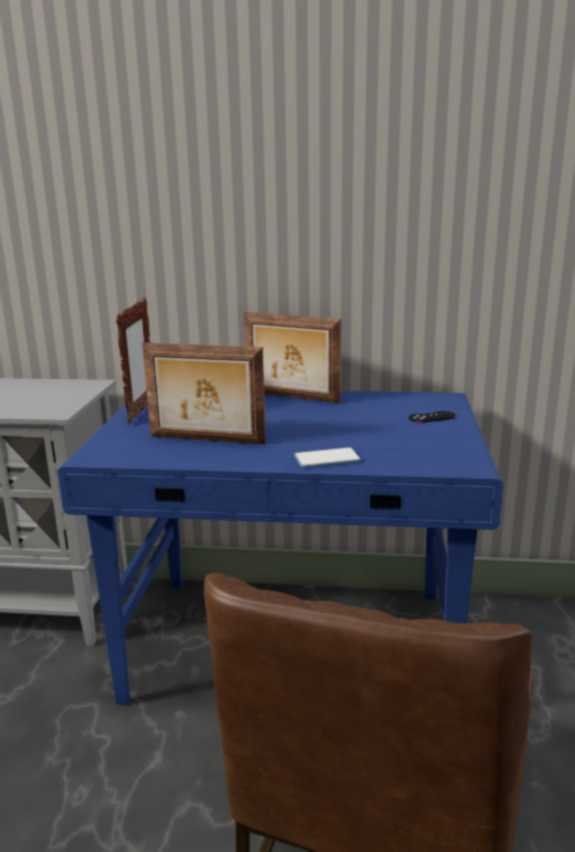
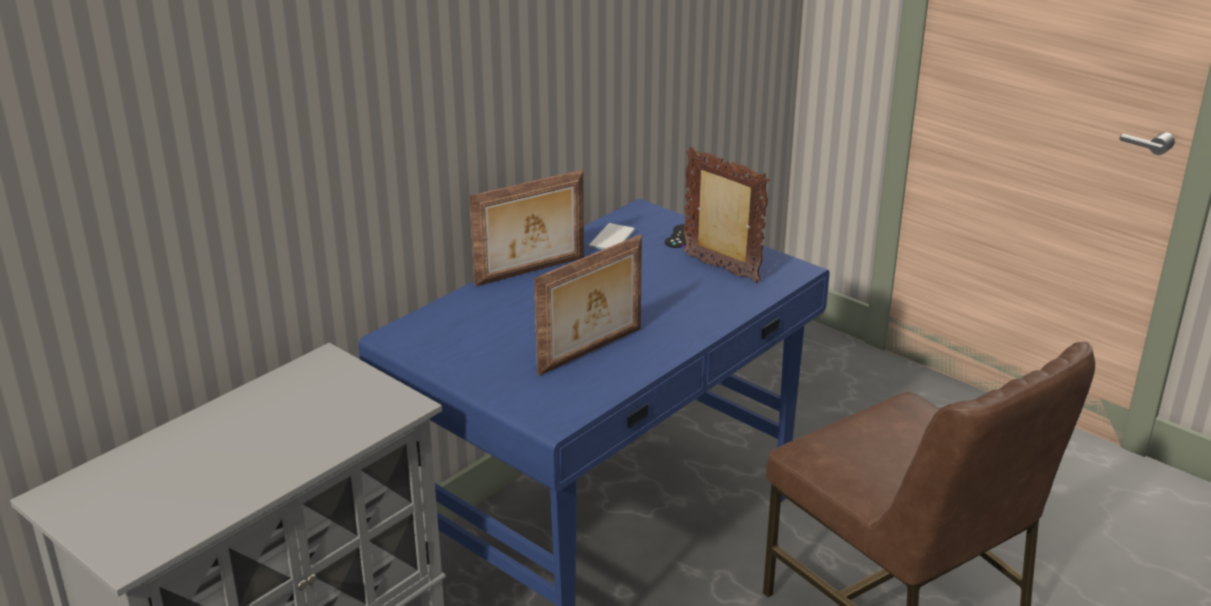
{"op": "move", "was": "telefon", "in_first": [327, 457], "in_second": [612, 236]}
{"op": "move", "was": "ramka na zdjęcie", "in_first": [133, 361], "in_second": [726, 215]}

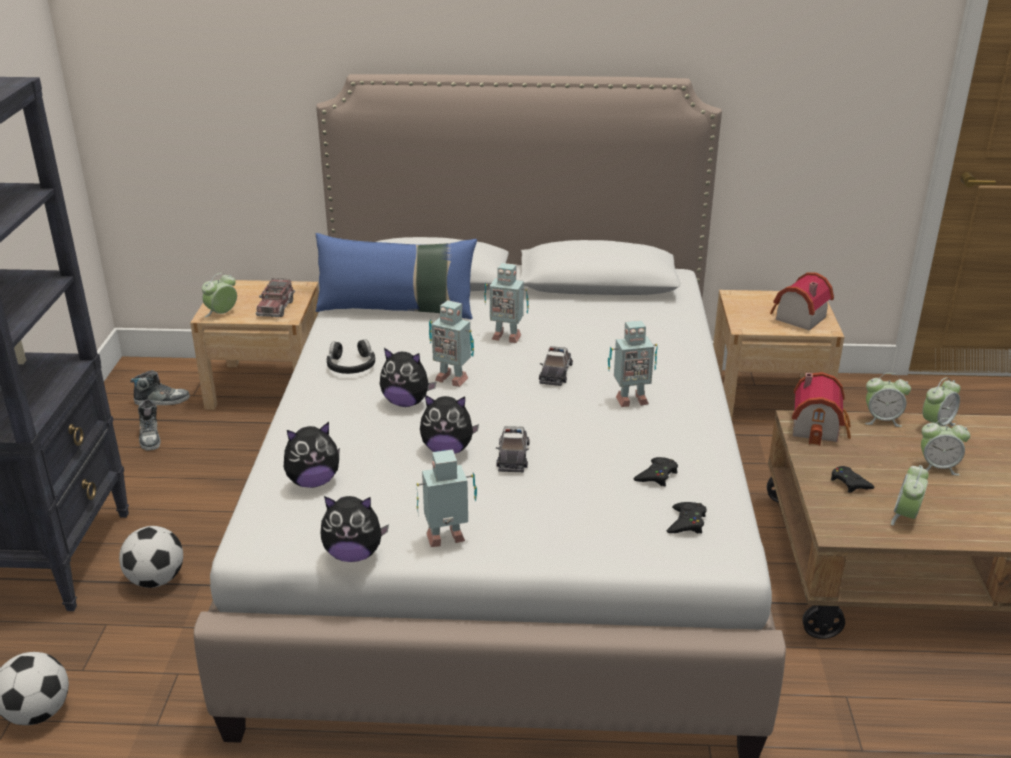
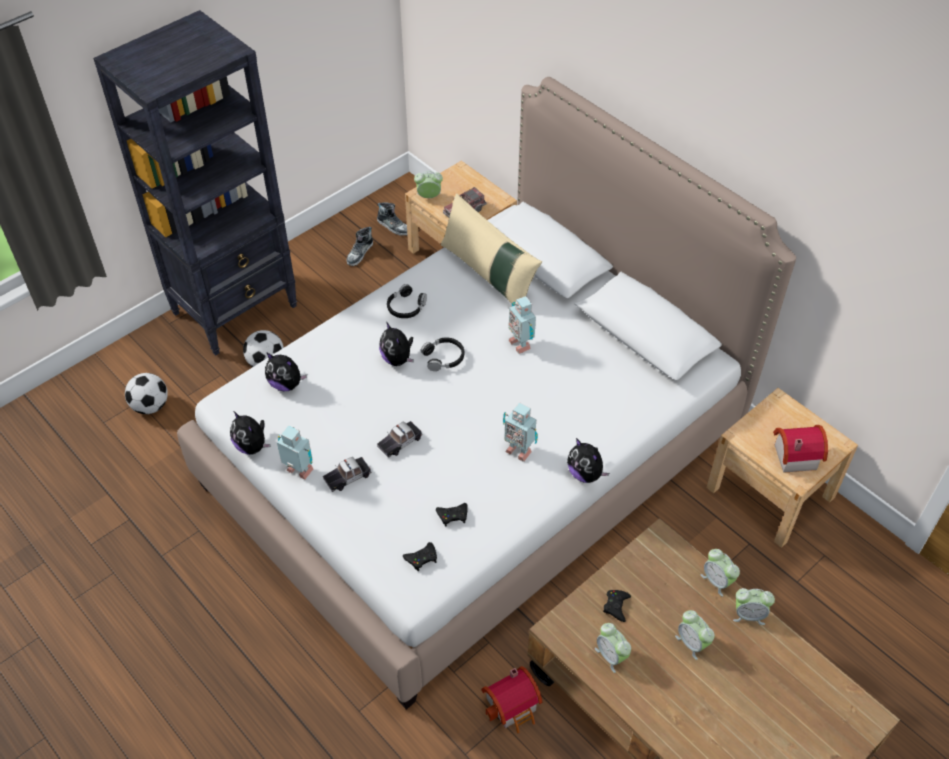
{"op": "move", "was": "samochodzik", "in_first": [556, 366], "in_second": [347, 474]}
{"op": "replace", "was": "robot zabawkowy", "now": "słuchawki [czarny]", "in_first": [451, 343], "in_second": [442, 354]}
{"op": "recolor", "was": "poduszka [niebieski]", "now": "poduszka [beżowy]", "in_first": [396, 276], "in_second": [491, 249]}
{"op": "move", "was": "domek", "in_first": [821, 409], "in_second": [511, 699]}
{"op": "move", "was": "pluszak", "in_first": [449, 424], "in_second": [588, 460]}
{"op": "rotate", "was": "budzik", "in_first": [910, 495], "in_second": [613, 648], "clockwise": -105}

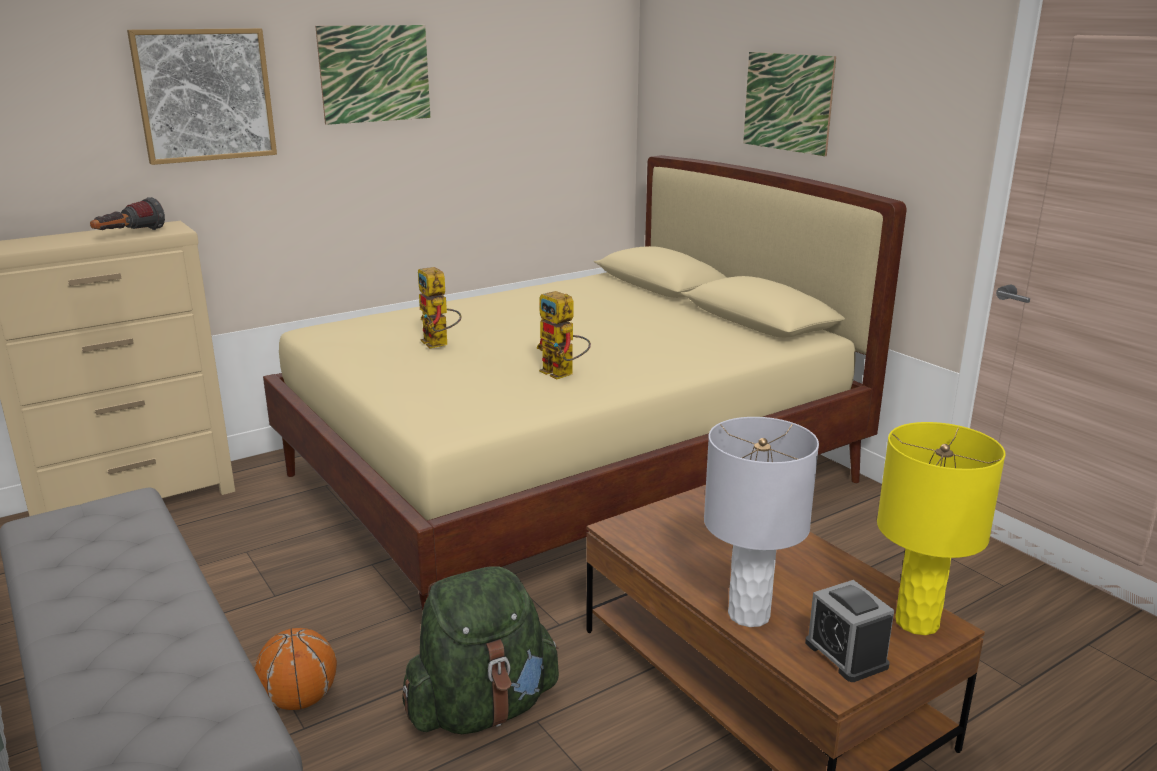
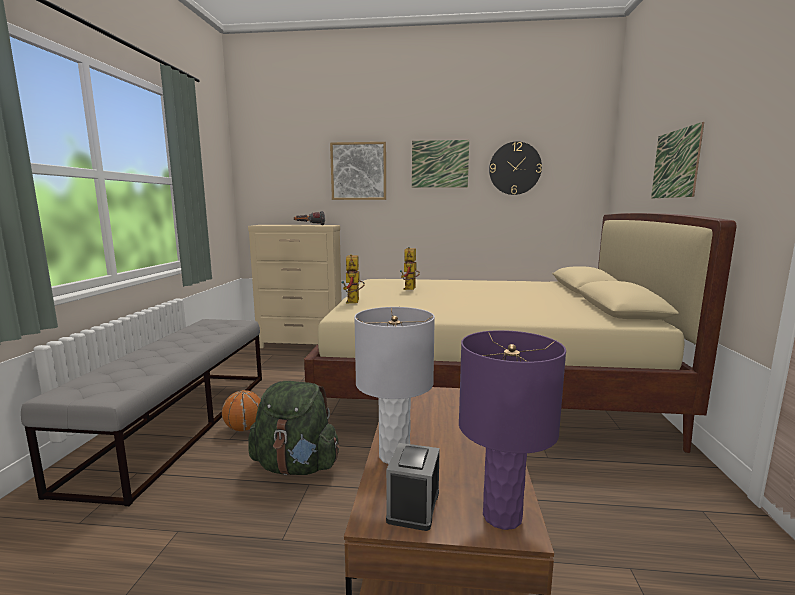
{"op": "move", "was": "robot zabawkowy", "in_first": [564, 335], "in_second": [353, 279]}
{"op": "recolor", "was": "lampa stołowa [żółty]", "now": "lampa stołowa [fioletowy]", "in_first": [941, 528], "in_second": [512, 430]}
{"op": "insert", "now": "zegar ścienny", "in_second": [515, 168]}

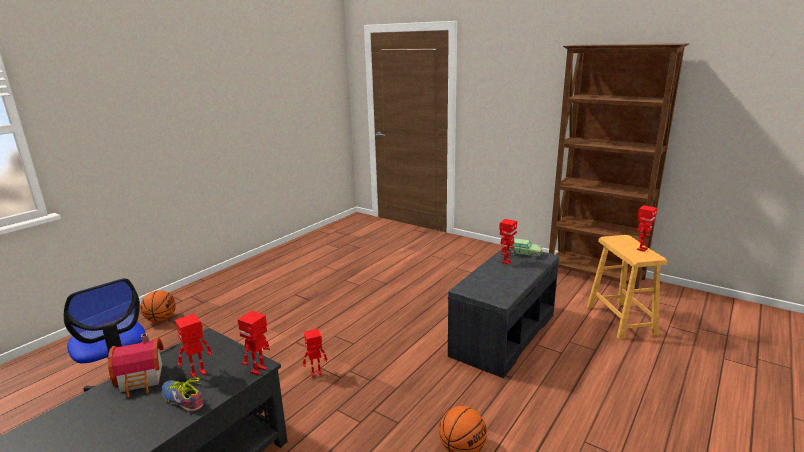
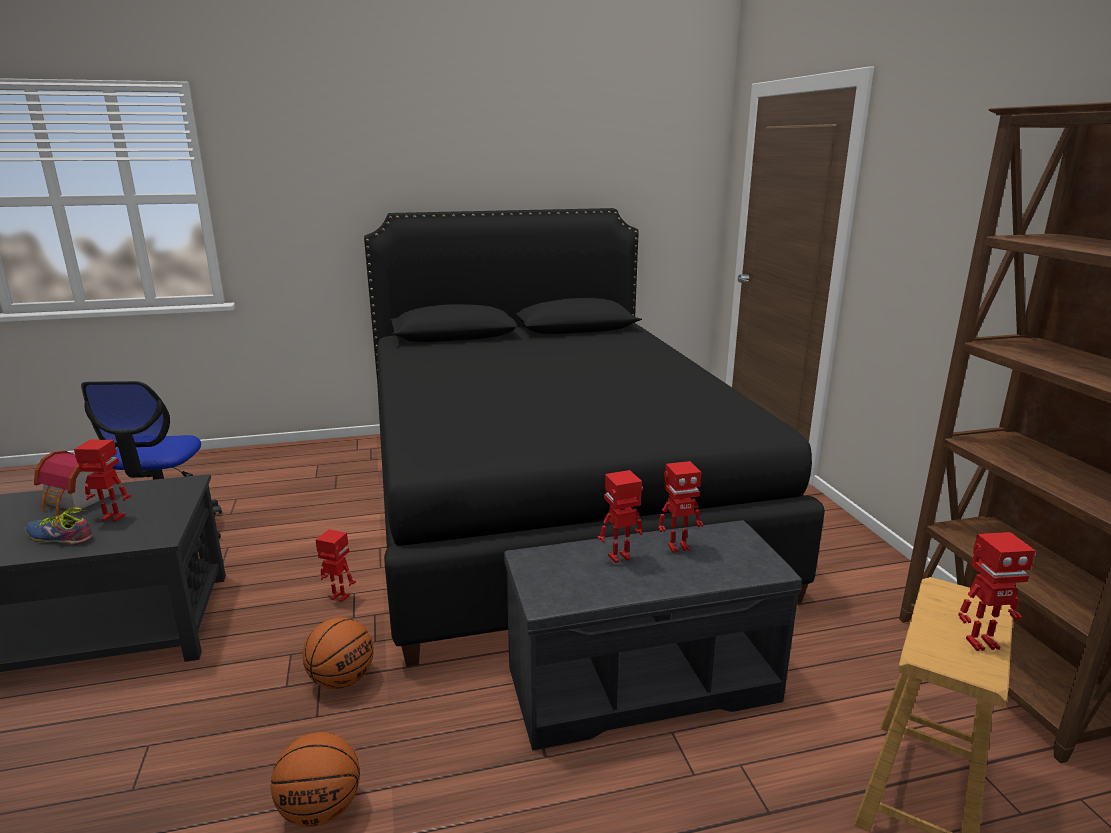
{"op": "rotate", "was": "but", "in_first": [182, 394], "in_second": [58, 526], "clockwise": -60}
{"op": "move", "was": "piłka do koszykówki", "in_first": [158, 306], "in_second": [338, 653]}
{"op": "insert", "now": "łóżko [czarny]", "in_second": [594, 437]}
{"op": "move", "was": "robot zabawkowy", "in_first": [253, 343], "in_second": [620, 516]}
{"op": "delete", "was": "samochodzik", "in_first": [523, 248]}

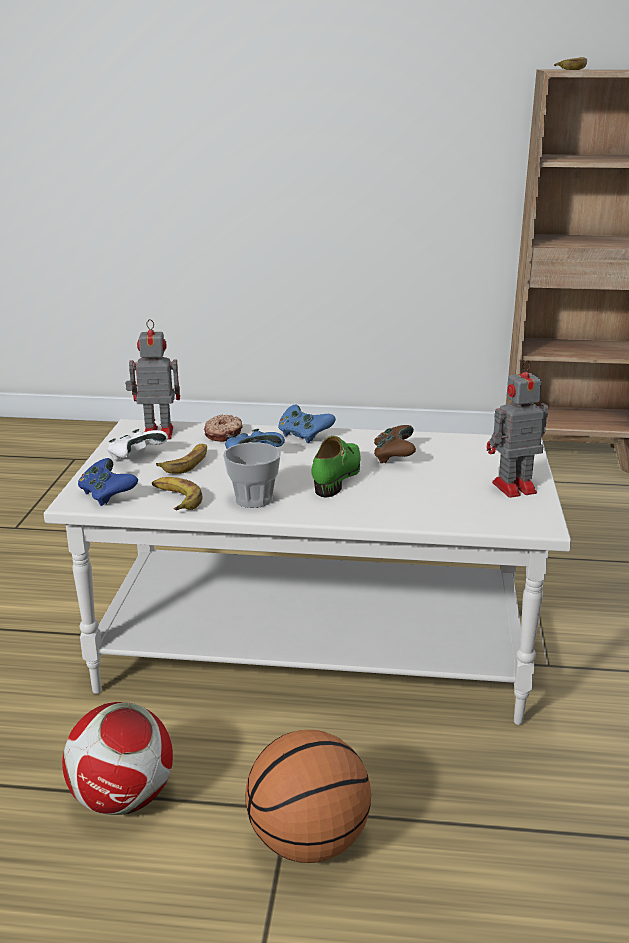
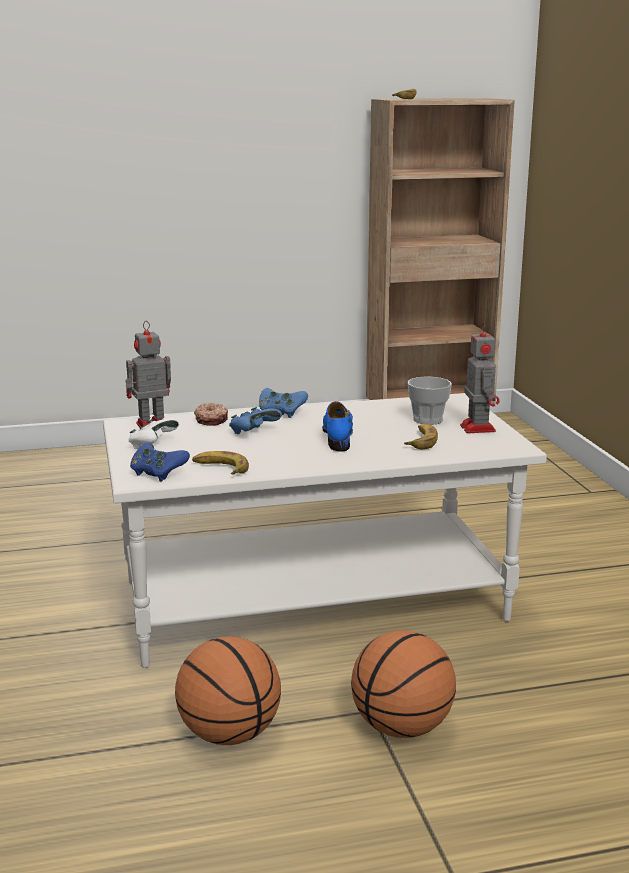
{"op": "replace", "was": "piłka futbolowa", "now": "piłka do koszykówki", "in_first": [117, 758], "in_second": [228, 690]}
{"op": "recolor", "was": "but [zielony]", "now": "but [niebieski]", "in_first": [336, 466], "in_second": [337, 426]}
{"op": "move", "was": "banan", "in_first": [181, 459], "in_second": [421, 436]}
{"op": "move", "was": "filiżanka", "in_first": [252, 475], "in_second": [430, 401]}
{"op": "rotate", "was": "robot zabawkowy", "in_first": [517, 429], "in_second": [480, 378], "clockwise": 120}
{"op": "delete", "was": "pad do gier [brązowy]", "in_first": [395, 444]}

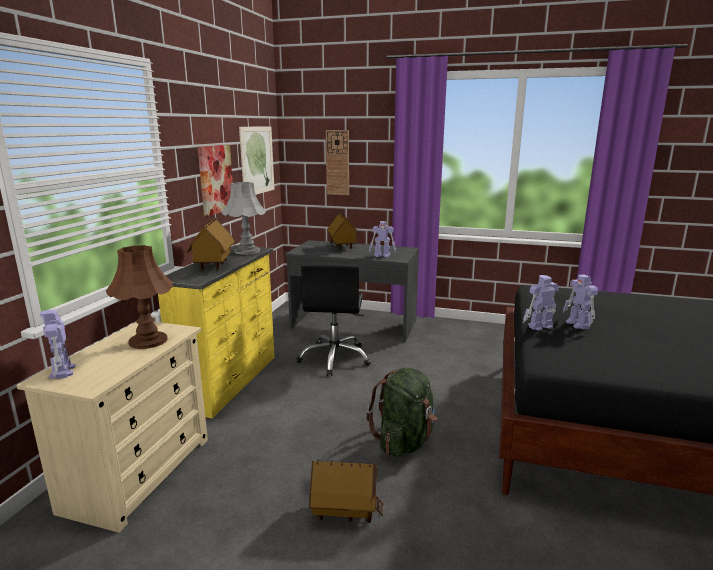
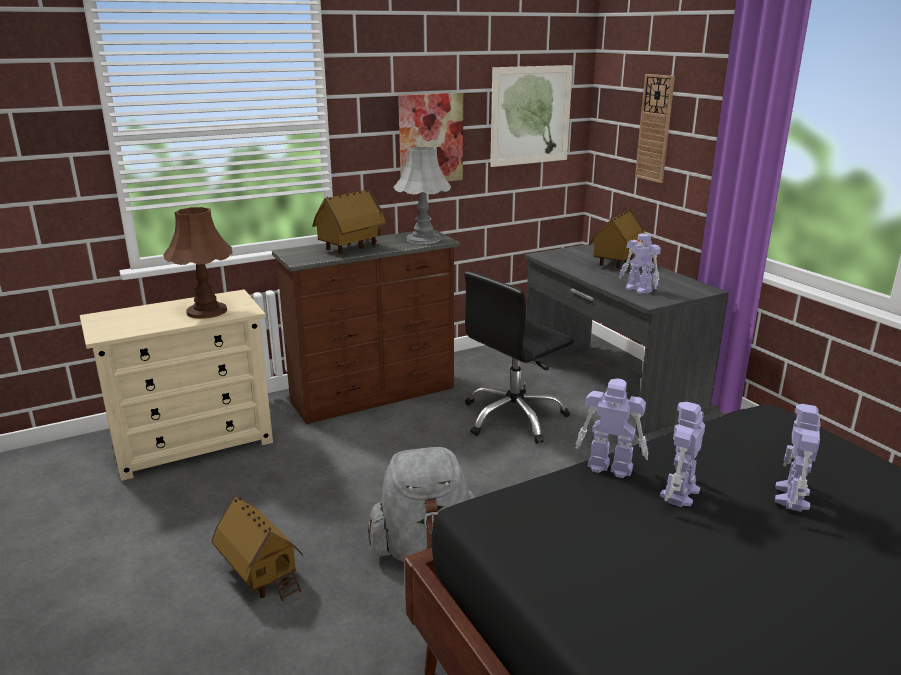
{"op": "recolor", "was": "komoda [żółty]", "now": "komoda [brązowy]", "in_first": [216, 332], "in_second": [366, 326]}
{"op": "recolor", "was": "plecak [zielony]", "now": "plecak [szary]", "in_first": [401, 412], "in_second": [421, 504]}
{"op": "move", "was": "robot zabawkowy", "in_first": [58, 344], "in_second": [797, 458]}

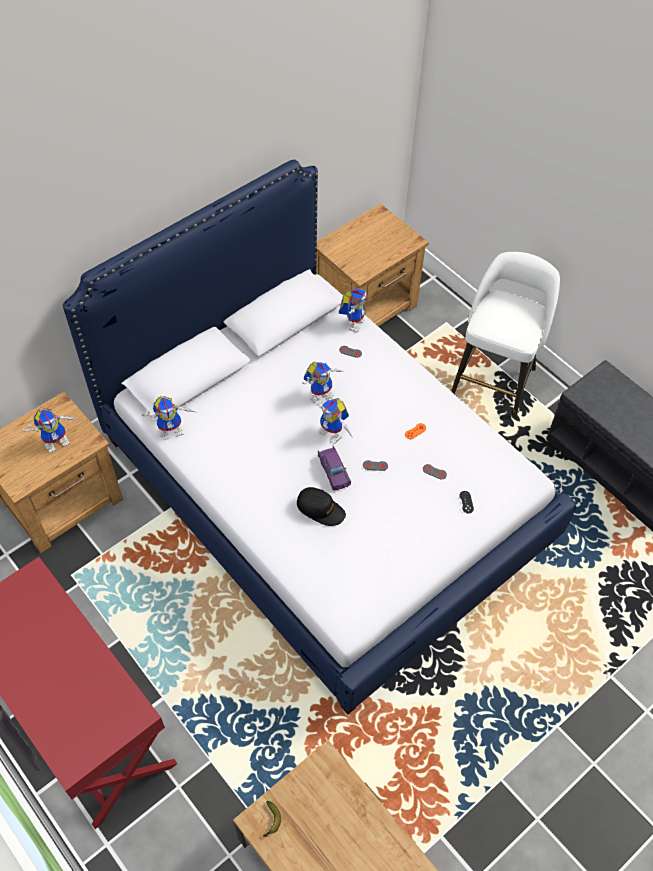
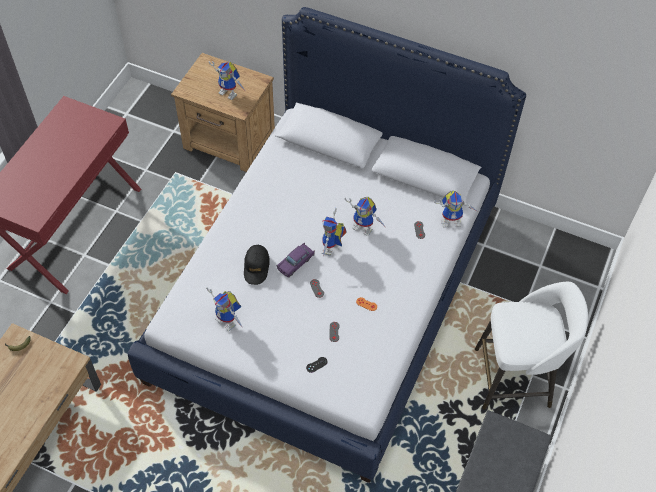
{"op": "move", "was": "robot zabawkowy", "in_first": [168, 418], "in_second": [224, 309]}
{"op": "delete", "was": "szafka nocna [brązowy]", "in_first": [372, 265]}

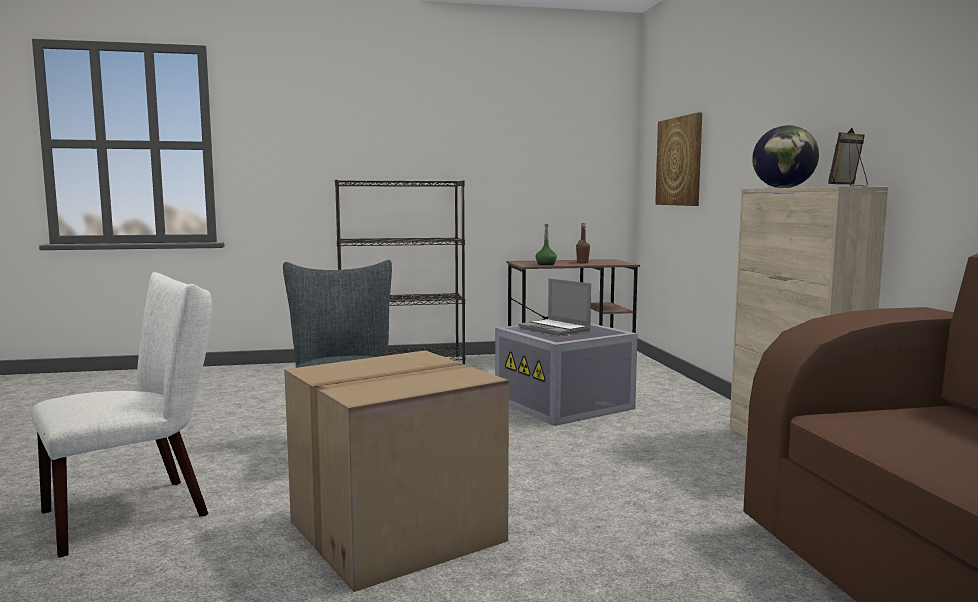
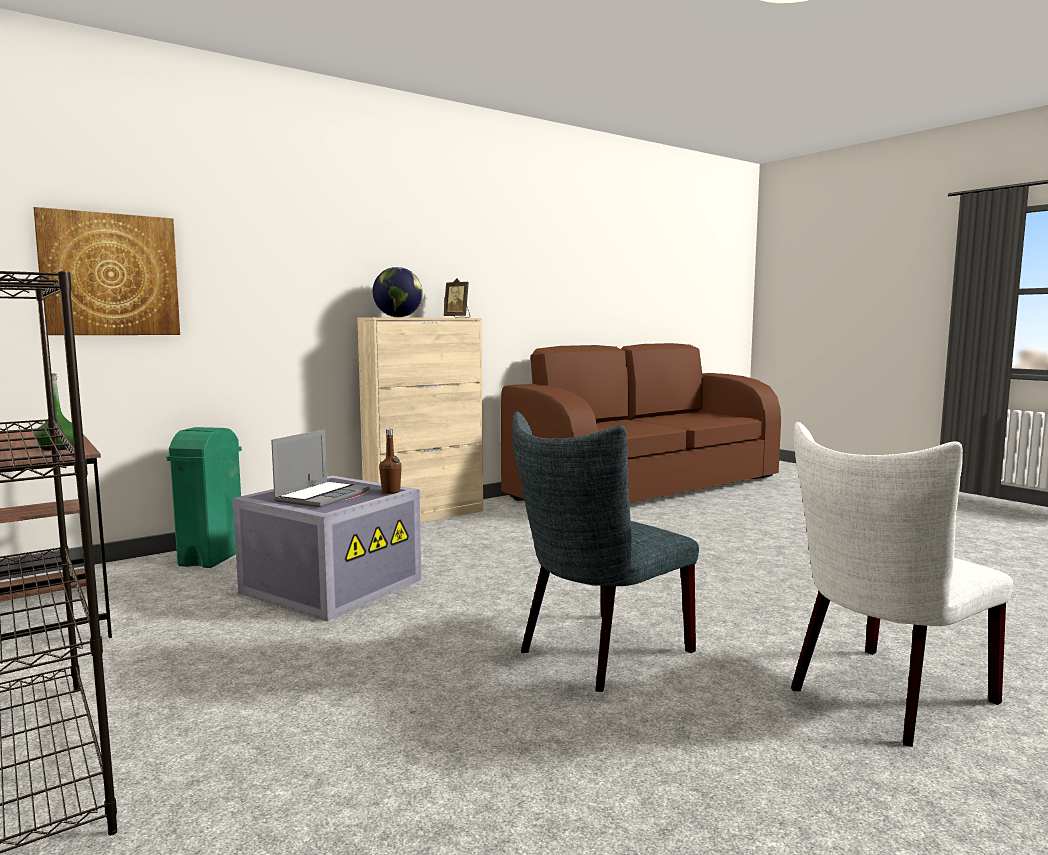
{"op": "insert", "now": "kosz na śmieci [zielony]", "in_second": [204, 497]}
{"op": "move", "was": "butelka [brązowy]", "in_first": [583, 243], "in_second": [390, 461]}
{"op": "rotate", "was": "krzesło [biały]", "in_first": [121, 415], "in_second": [902, 584], "clockwise": -60}
{"op": "delete", "was": "karton", "in_first": [396, 471]}

